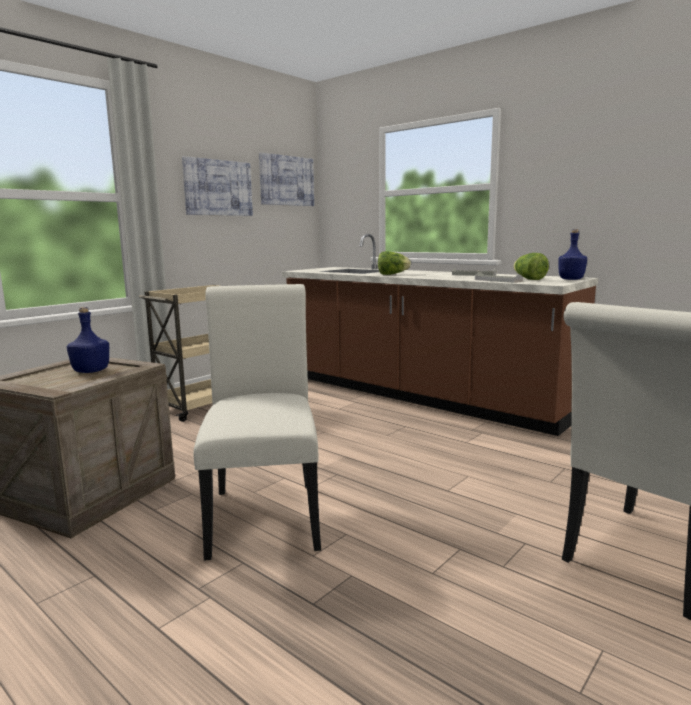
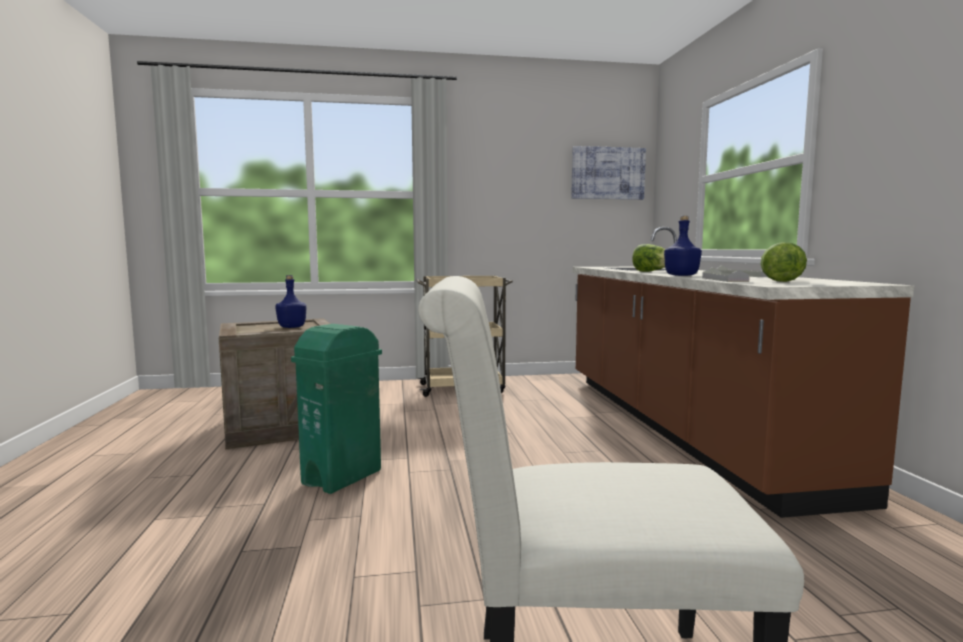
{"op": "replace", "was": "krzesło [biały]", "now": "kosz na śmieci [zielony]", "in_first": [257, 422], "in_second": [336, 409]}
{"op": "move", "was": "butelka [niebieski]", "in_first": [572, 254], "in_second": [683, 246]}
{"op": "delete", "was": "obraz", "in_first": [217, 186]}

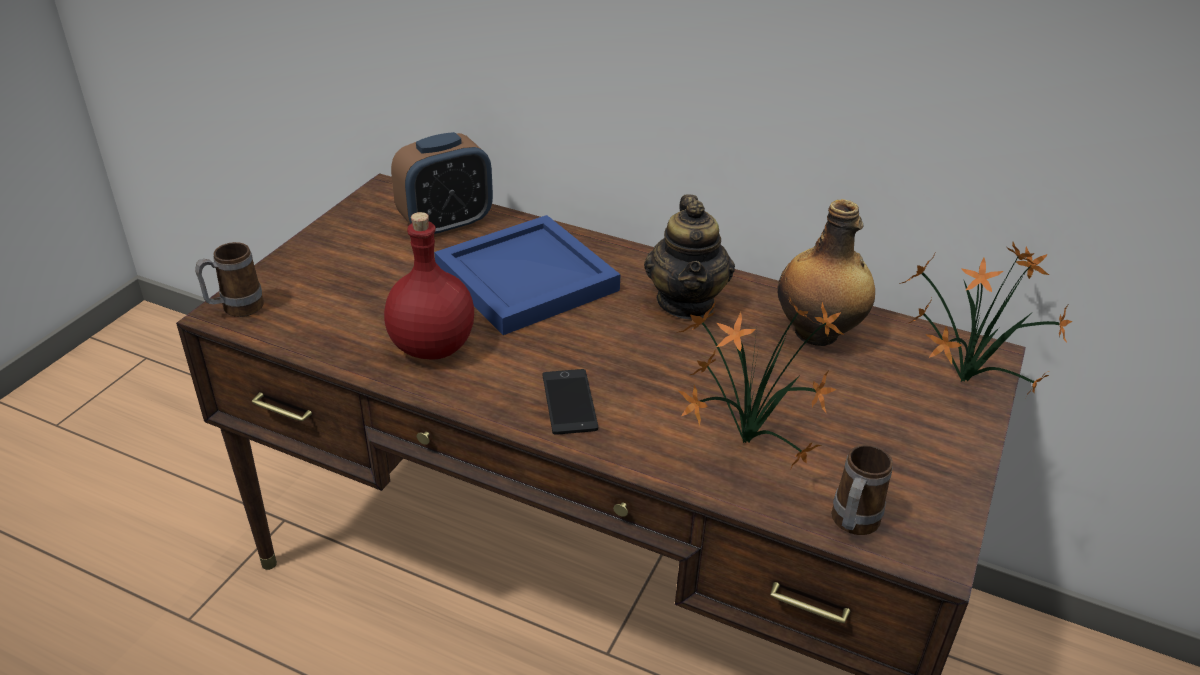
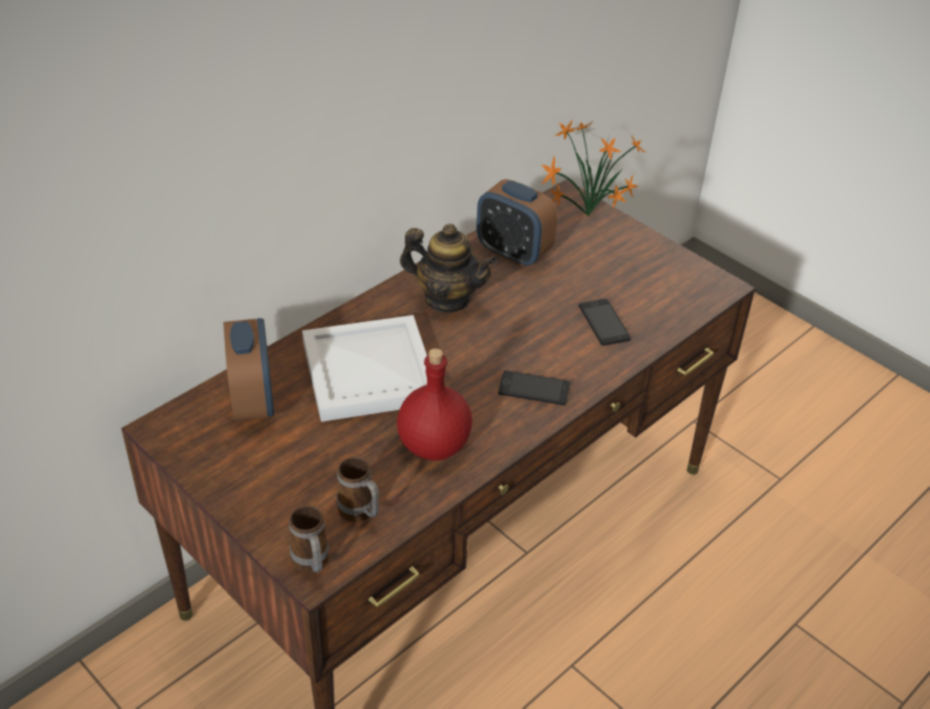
{"op": "recolor", "was": "taca [niebieski]", "now": "taca [biały]", "in_first": [527, 275], "in_second": [364, 368]}
{"op": "move", "was": "kubek", "in_first": [862, 490], "in_second": [358, 489]}
{"op": "replace", "was": "butelka", "now": "budzik", "in_first": [826, 272], "in_second": [517, 223]}
{"op": "replace", "was": "roślina doniczkowa", "now": "telefon", "in_first": [761, 383], "in_second": [605, 322]}

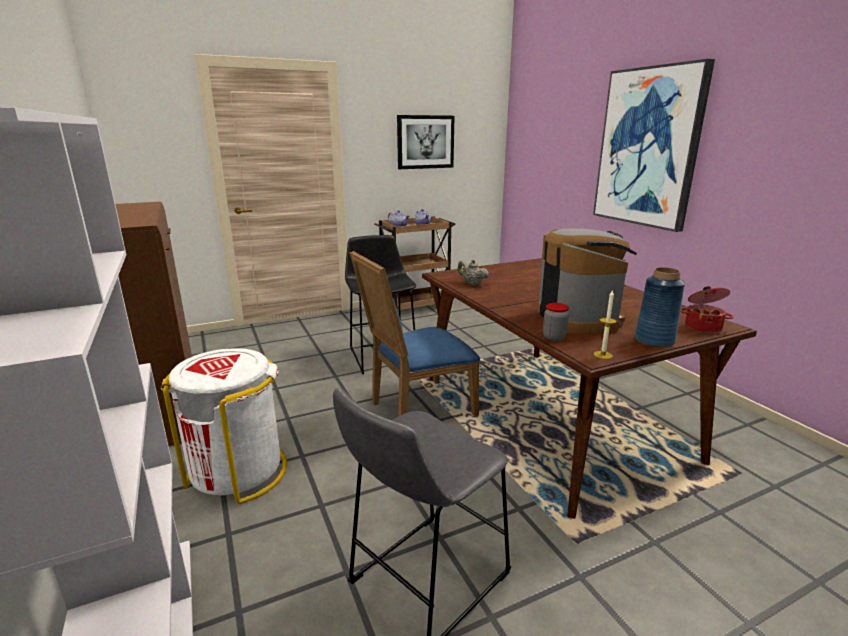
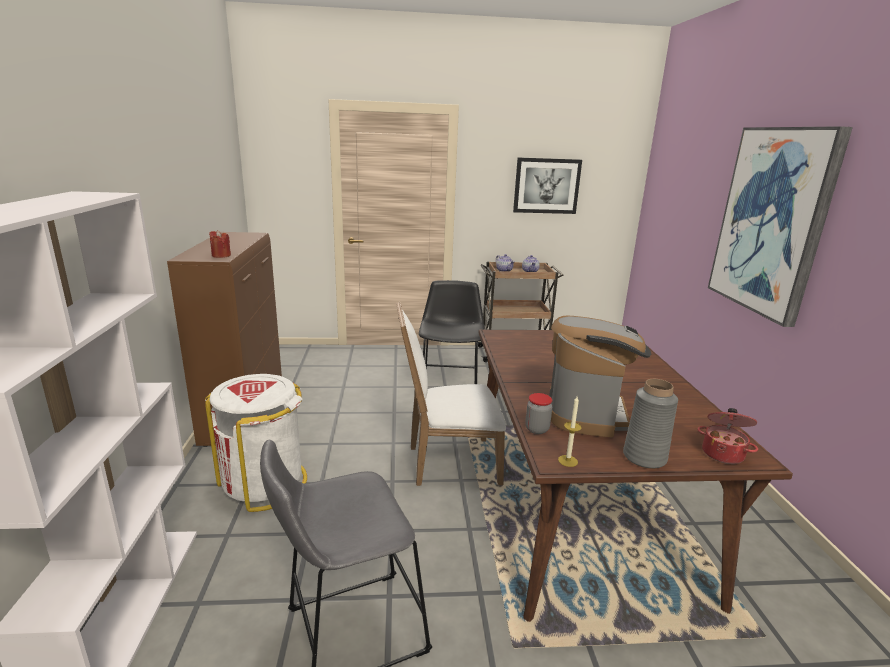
{"op": "insert", "now": "świeca [czerwony]", "in_second": [220, 244]}
{"op": "recolor", "was": "krzesło [niebieski]", "now": "krzesło [biały]", "in_first": [415, 334], "in_second": [451, 393]}
{"op": "recolor", "was": "wazon [niebieski]", "now": "wazon [szary]", "in_first": [660, 307], "in_second": [650, 424]}
{"op": "delete", "was": "imbryk [beżowy]", "in_first": [473, 272]}

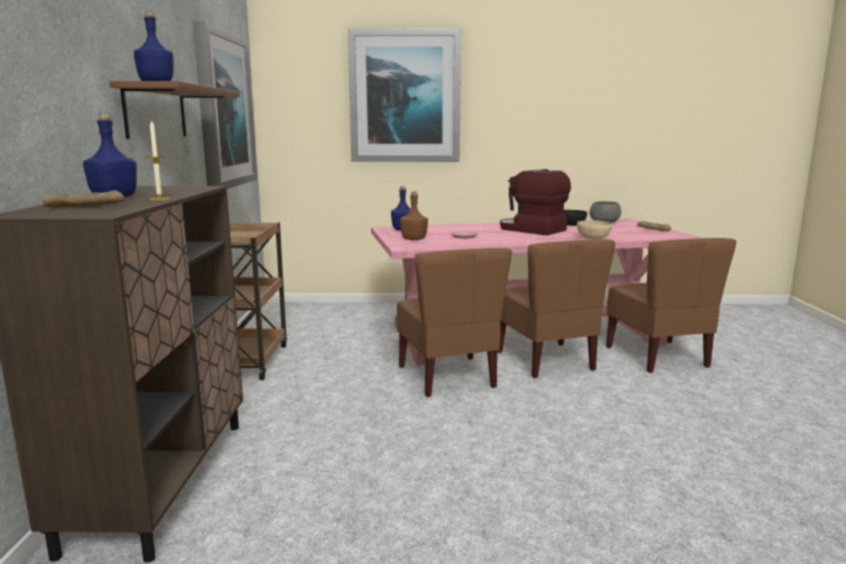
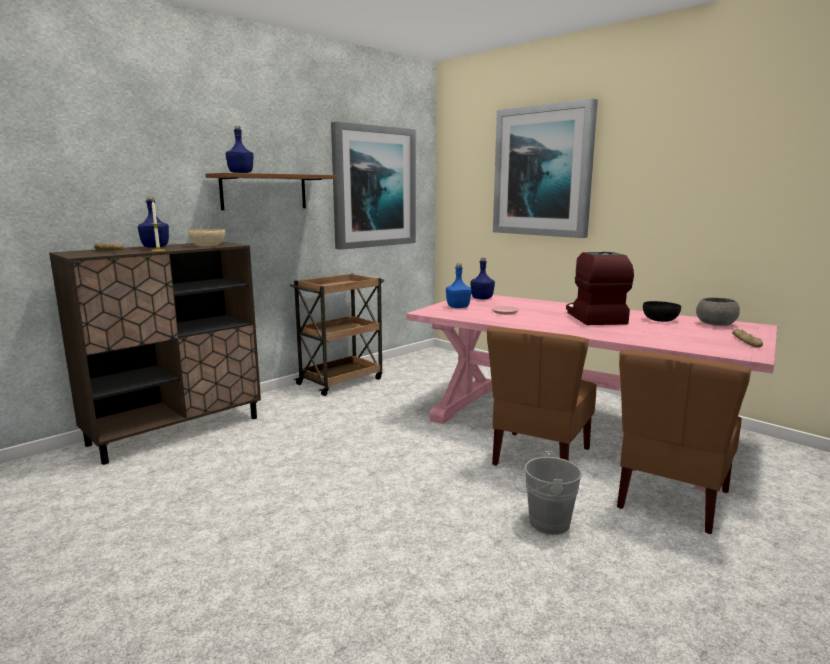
{"op": "move", "was": "miska [beżowy]", "in_first": [594, 229], "in_second": [206, 237]}
{"op": "recolor", "was": "butelka [brązowy]", "now": "butelka [niebieski]", "in_first": [414, 216], "in_second": [458, 285]}
{"op": "insert", "now": "wiadro [szary]", "in_second": [548, 493]}
{"op": "delete", "was": "krzesło [brązowy]", "in_first": [454, 322]}

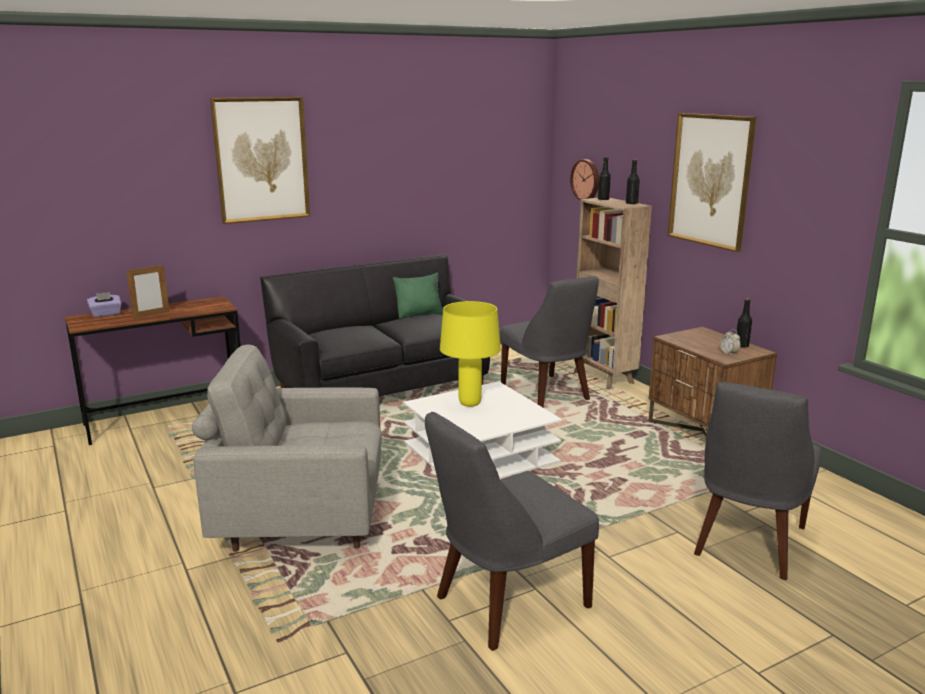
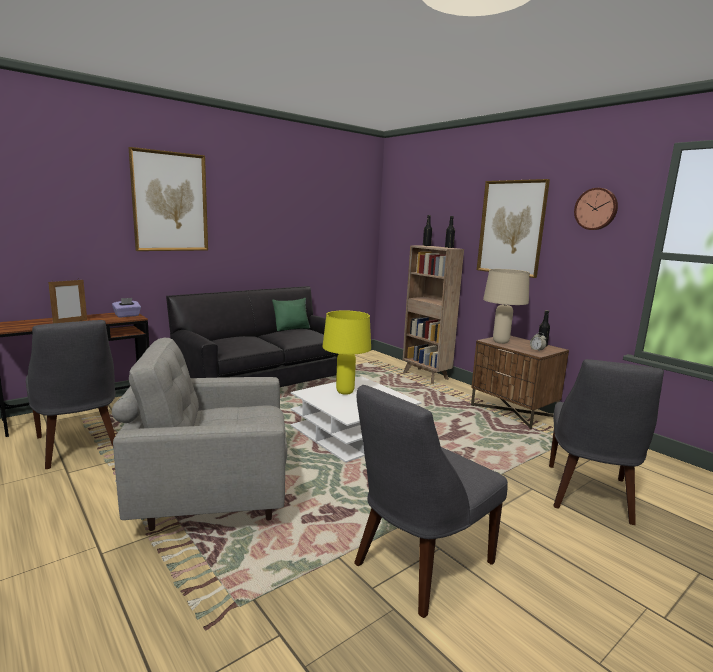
{"op": "move", "was": "krzesło [szary]", "in_first": [549, 341], "in_second": [71, 394]}
{"op": "move", "was": "pudełko chusteczek [fioletowy]", "in_first": [104, 304], "in_second": [126, 307]}
{"op": "insert", "now": "lampa stołowa [beżowy]", "in_second": [506, 306]}
{"op": "move", "was": "zegar ścienny", "in_first": [584, 179], "in_second": [596, 209]}

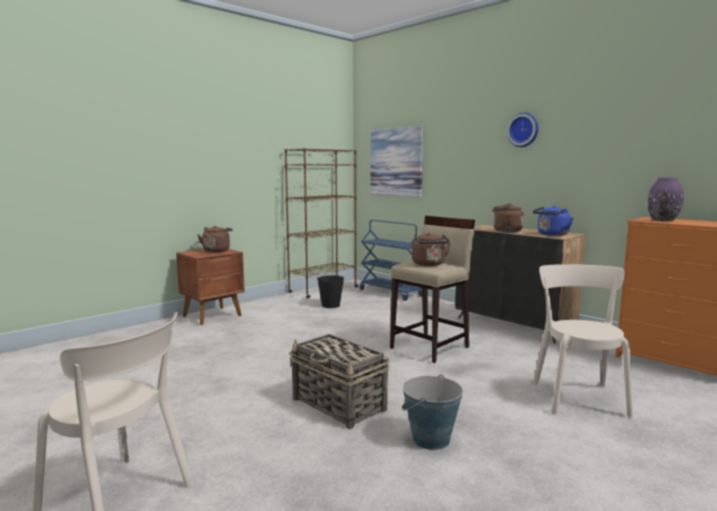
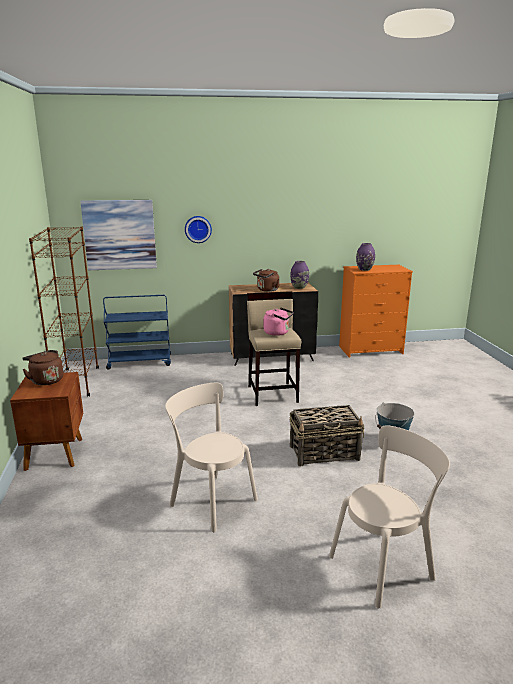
{"op": "move", "was": "krzesło [beżowy]", "in_first": [583, 341], "in_second": [211, 457]}
{"op": "move", "was": "zegar ścienny", "in_first": [522, 129], "in_second": [198, 229]}
{"op": "recolor", "was": "czajnik [brązowy]", "now": "czajnik [różowy]", "in_first": [431, 249], "in_second": [278, 321]}
{"op": "replace", "was": "czajnik [niebieski]", "now": "wazon [fioletowy]", "in_first": [553, 220], "in_second": [299, 275]}
{"op": "delete", "was": "wiadro [czarny]", "in_first": [330, 291]}

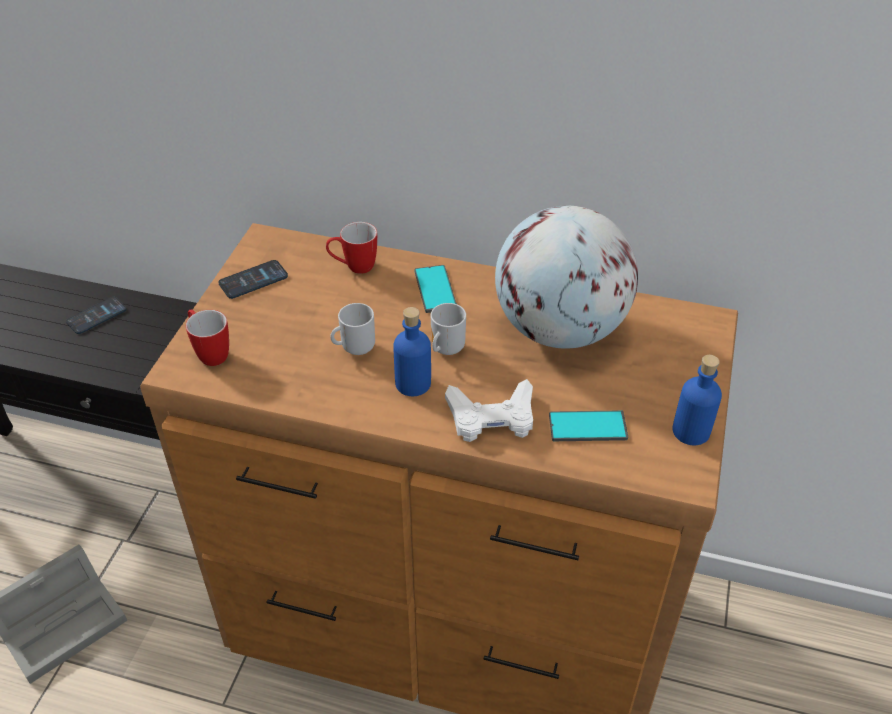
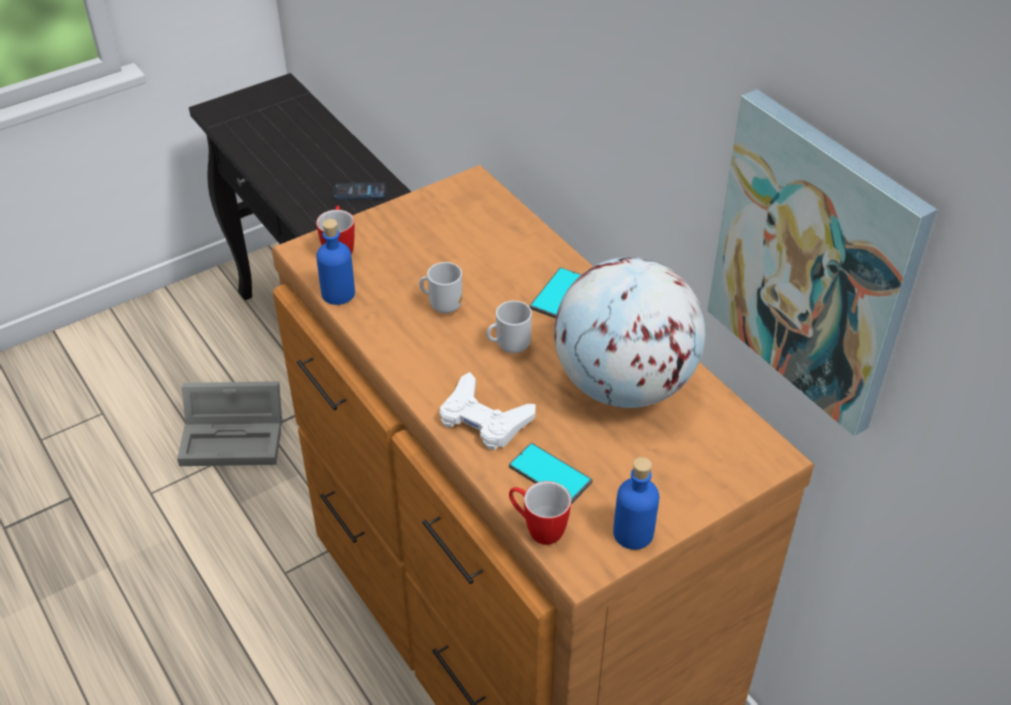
{"op": "move", "was": "butelka [niebieski]", "in_first": [412, 351], "in_second": [335, 262]}
{"op": "move", "was": "kubek", "in_first": [351, 248], "in_second": [540, 513]}
{"op": "insert", "now": "obraz", "in_second": [822, 262]}
{"op": "delete", "was": "telefon", "in_first": [253, 279]}

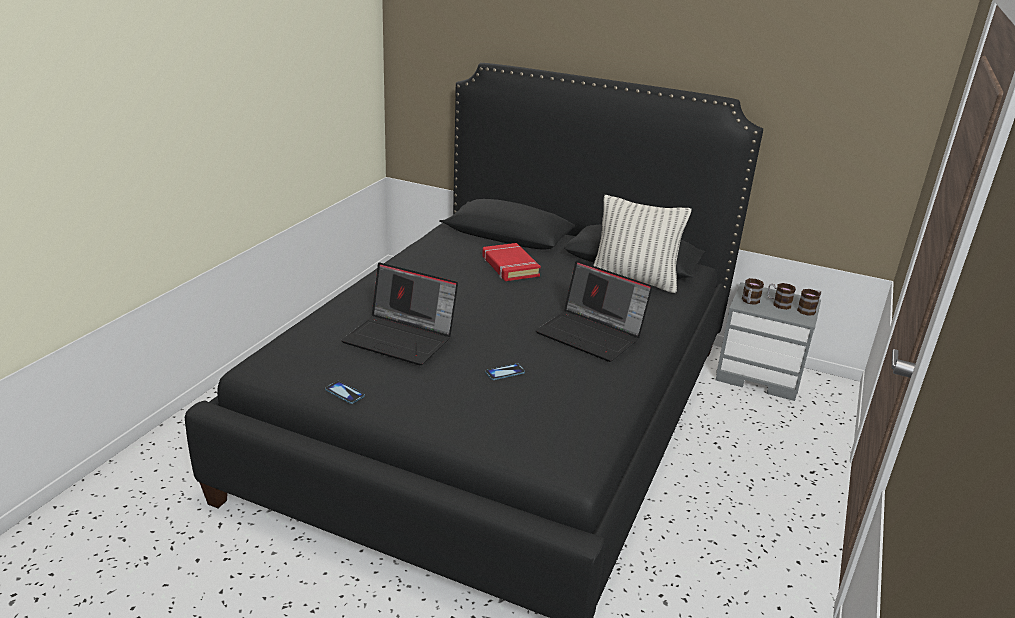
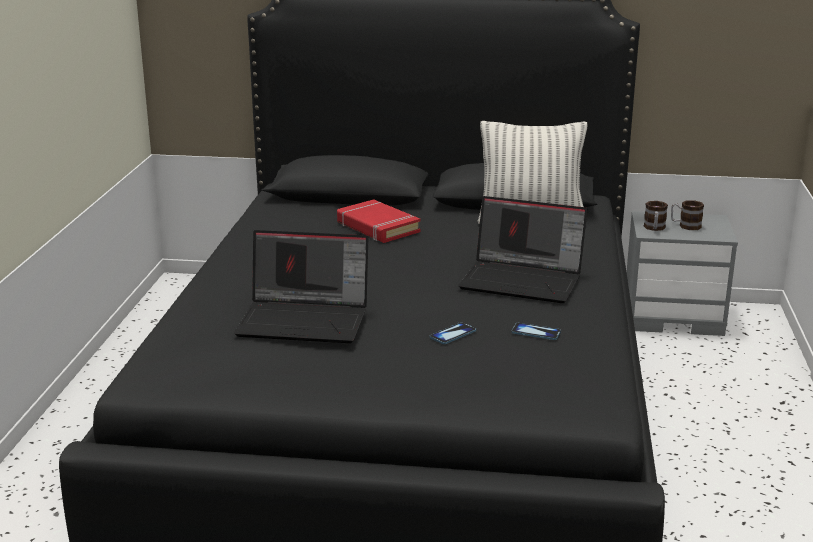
{"op": "move", "was": "telefon", "in_first": [345, 392], "in_second": [536, 331]}
{"op": "delete", "was": "kubek", "in_first": [809, 302]}

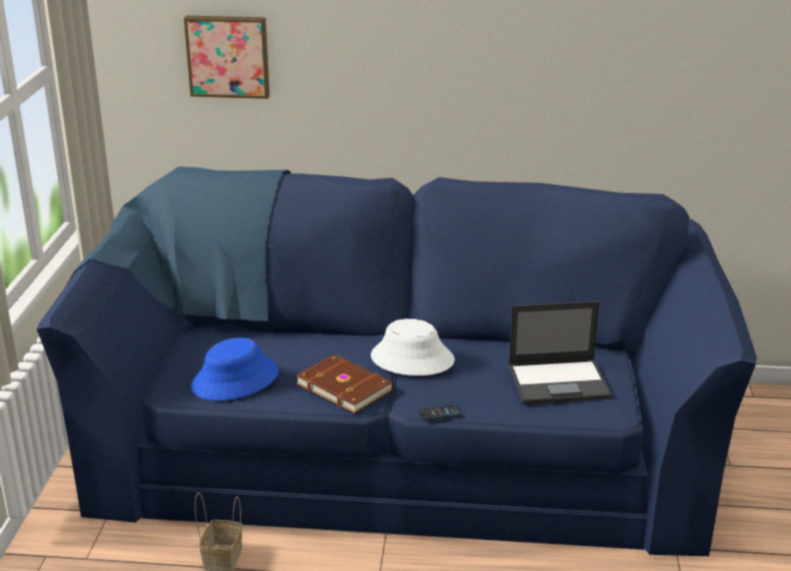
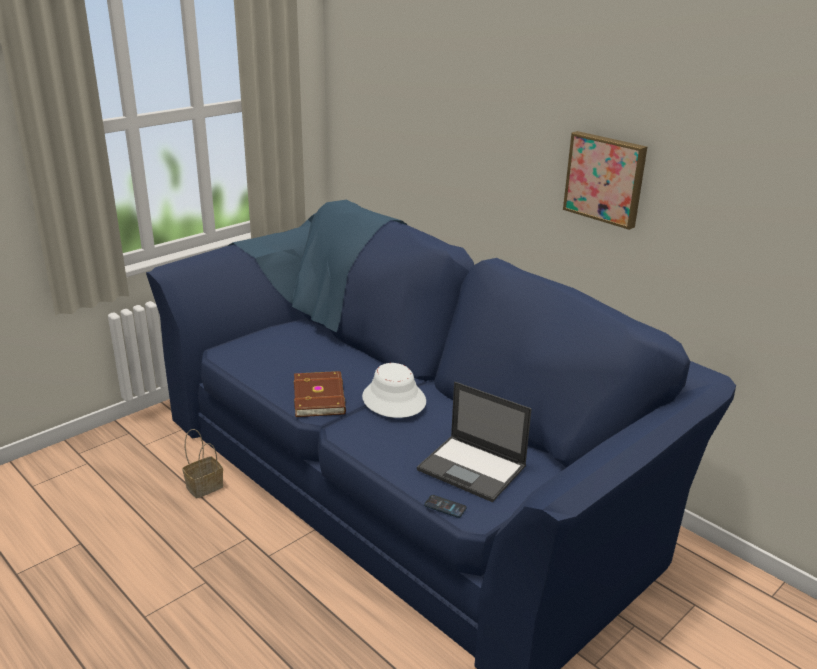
{"op": "move", "was": "telefon", "in_first": [440, 413], "in_second": [445, 506]}
{"op": "move", "was": "obraz", "in_first": [227, 57], "in_second": [605, 180]}
{"op": "delete", "was": "kapelusz [niebieski]", "in_first": [235, 369]}

